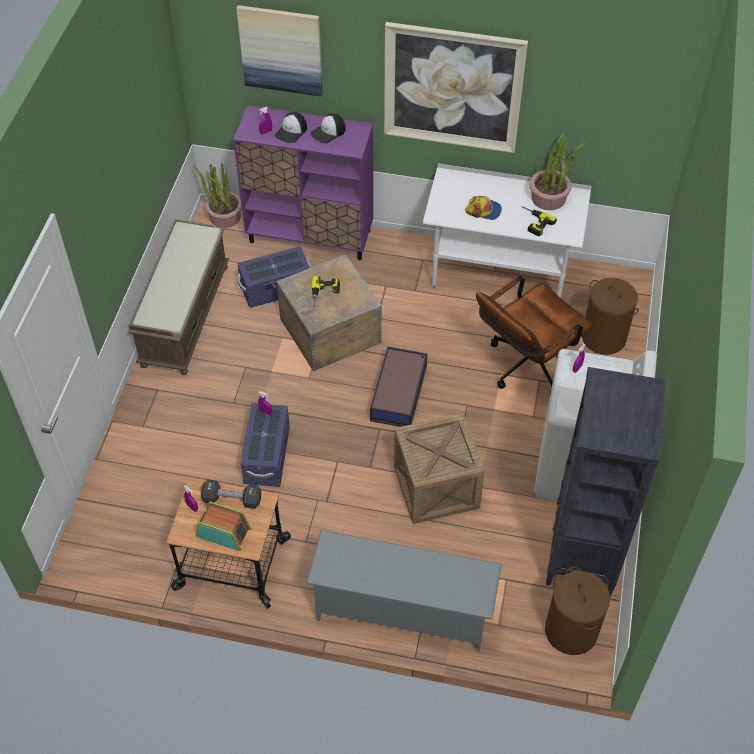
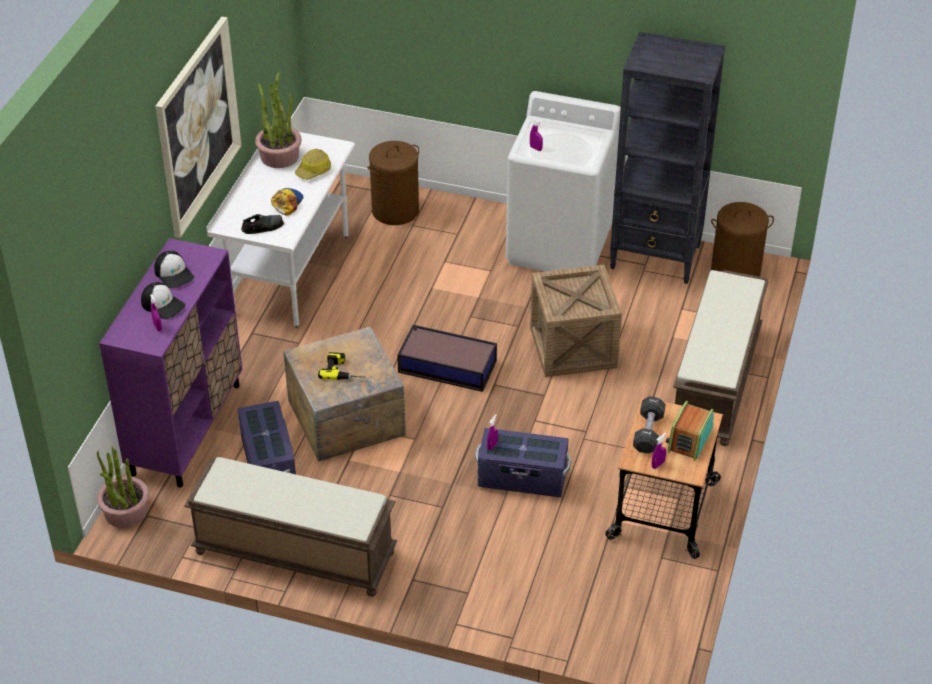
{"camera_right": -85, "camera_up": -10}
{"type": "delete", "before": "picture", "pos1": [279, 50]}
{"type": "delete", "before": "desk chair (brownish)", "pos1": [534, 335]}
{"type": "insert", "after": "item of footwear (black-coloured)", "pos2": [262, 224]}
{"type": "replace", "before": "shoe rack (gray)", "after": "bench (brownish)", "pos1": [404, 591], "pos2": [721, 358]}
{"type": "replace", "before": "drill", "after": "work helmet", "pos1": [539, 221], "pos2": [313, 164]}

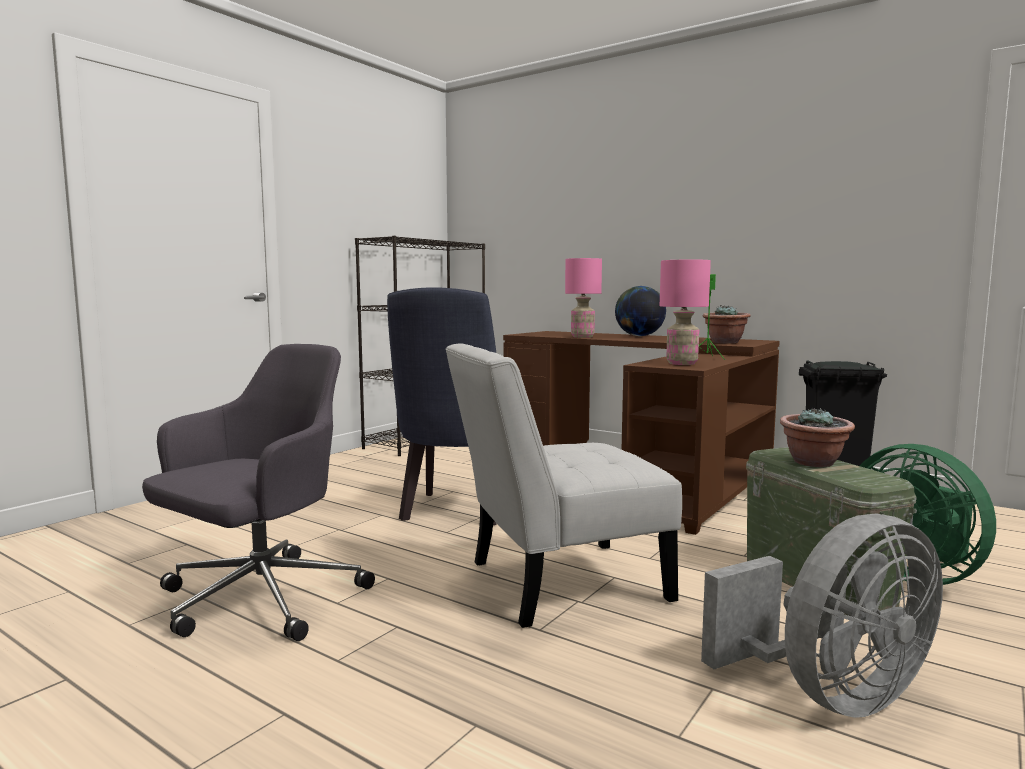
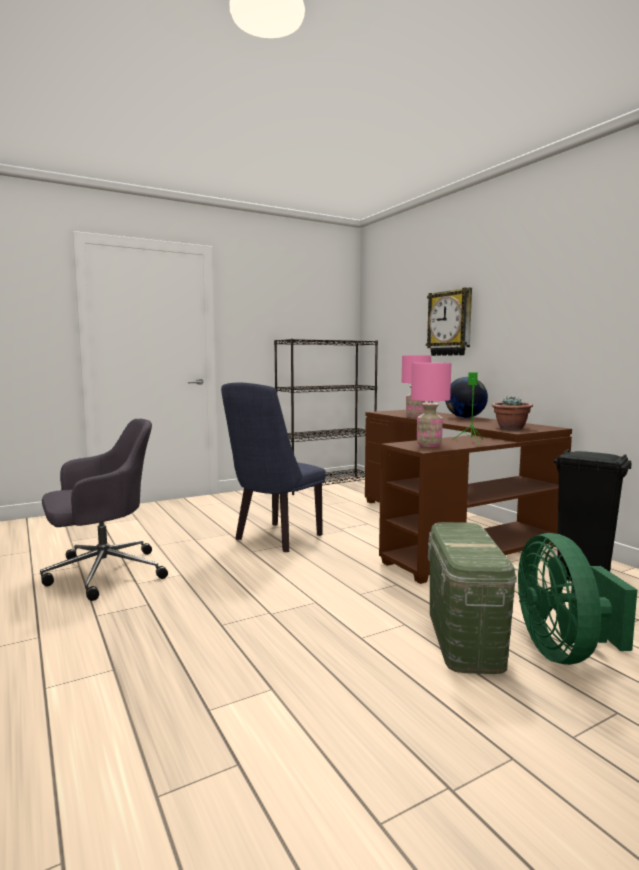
{"camera_right": 25, "camera_up": 0}
{"type": "delete", "before": "chair (white-coloured)", "pos1": [563, 485]}
{"type": "delete", "before": "electric fan (gray)", "pos1": [822, 616]}
{"type": "delete", "before": "plant in a pot", "pos1": [817, 437]}
{"type": "insert", "after": "wall clock", "pos2": [449, 321]}

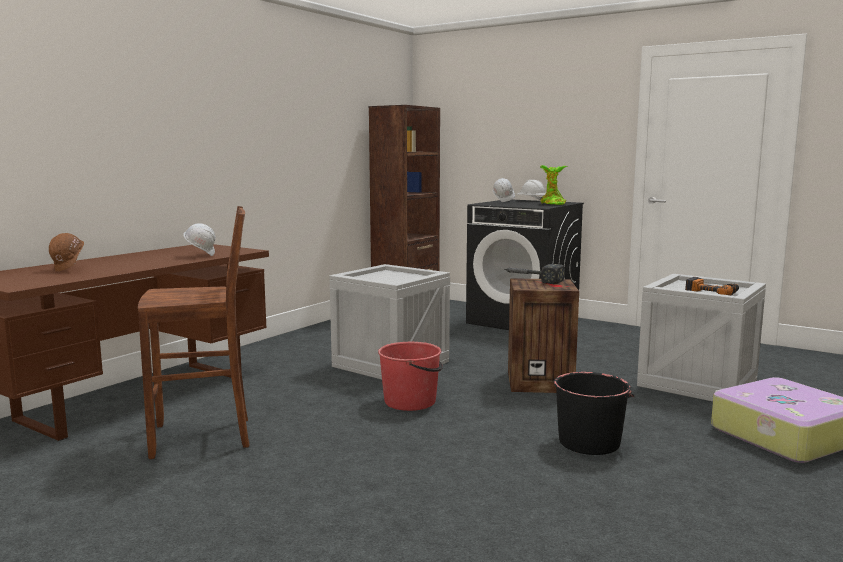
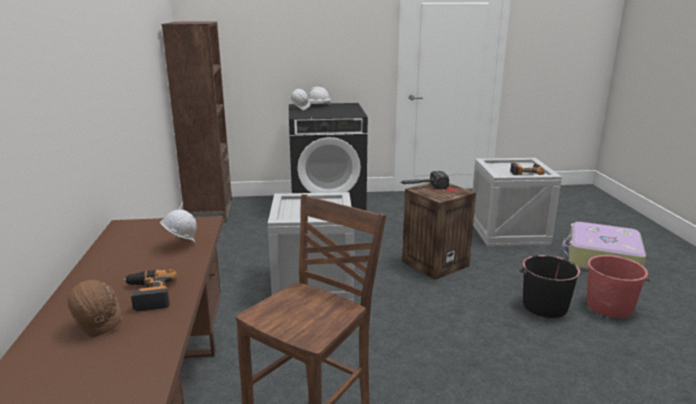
{"camera_right": -40, "camera_up": 10}
{"type": "delete", "before": "plant in a pot", "pos1": [553, 185]}
{"type": "insert", "after": "drill", "pos2": [150, 290]}
{"type": "move", "before": "bucket (reddish)", "pos1": [410, 376], "pos2": [618, 286]}

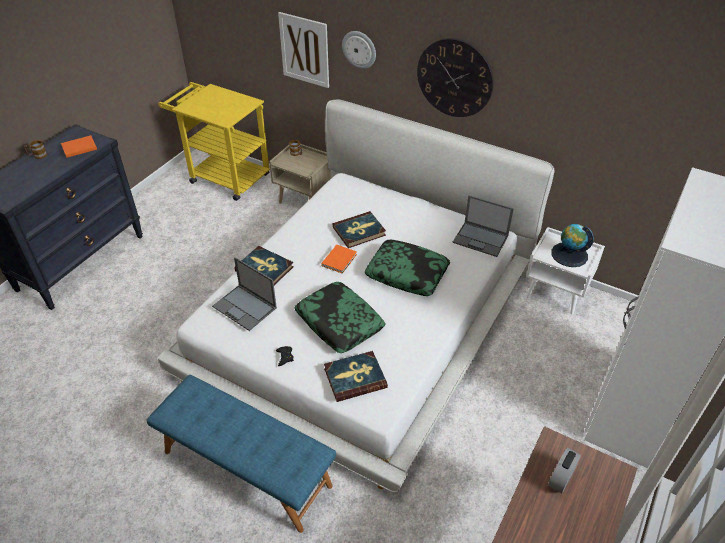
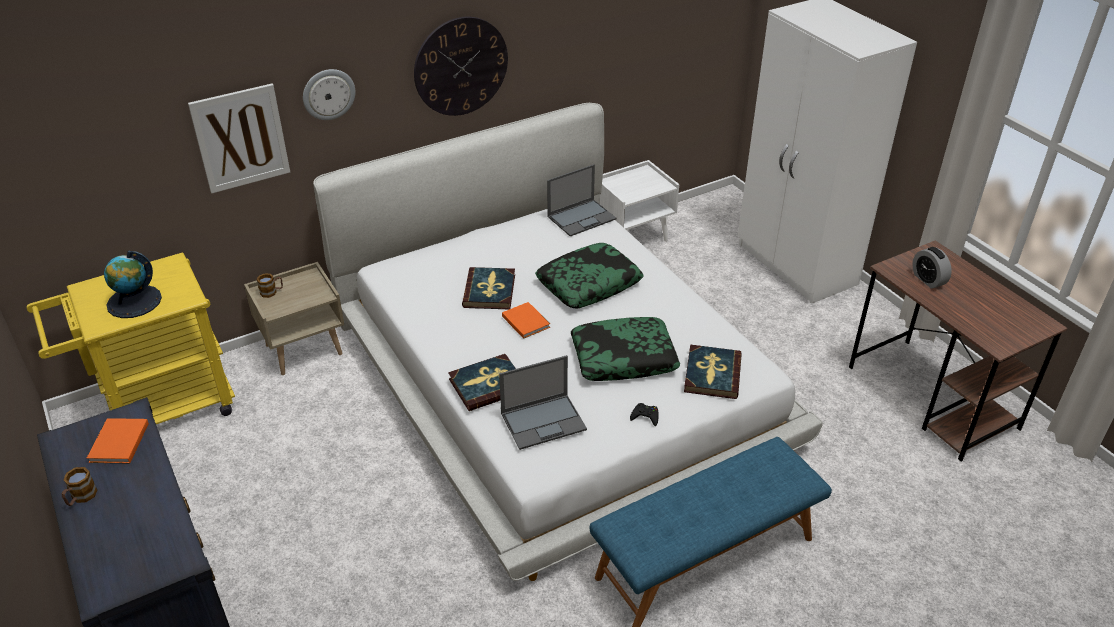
{"camera_right": -60, "camera_up": -5}
{"type": "move", "before": "desk globe", "pos1": [572, 245], "pos2": [133, 284]}

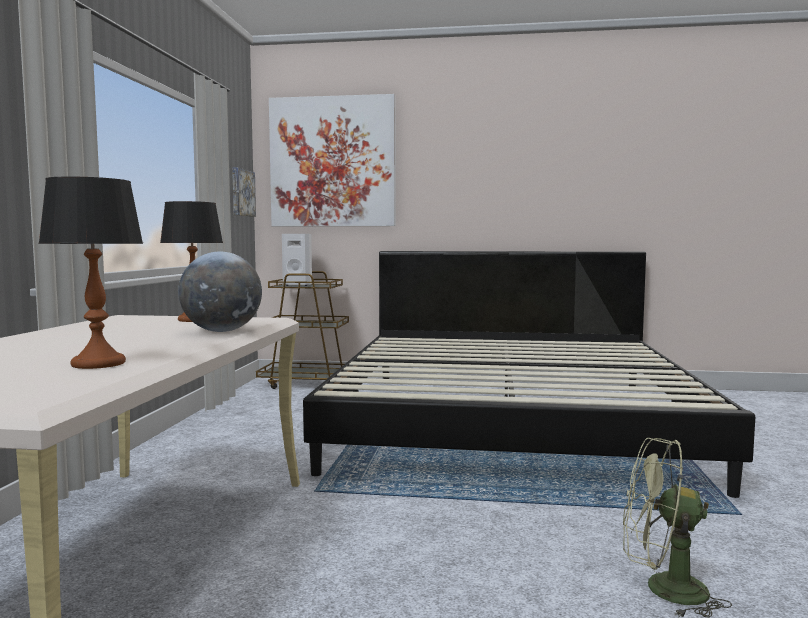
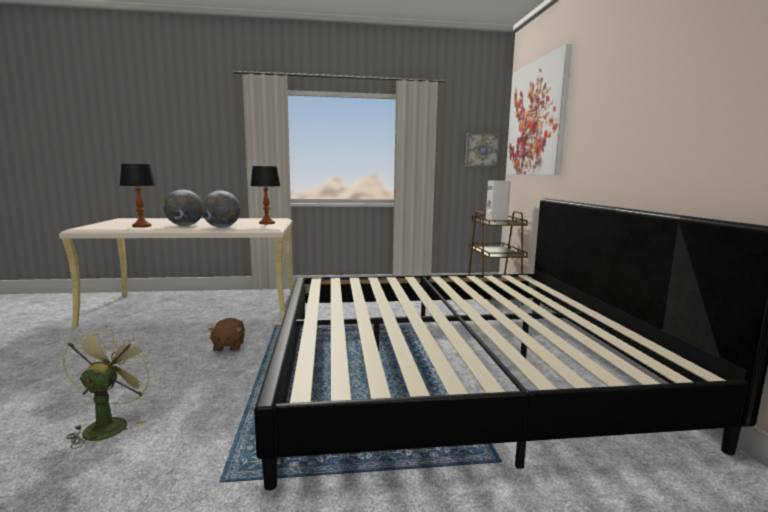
{"camera_right": 75, "camera_up": 5}
{"type": "insert", "after": "desk globe", "pos2": [183, 208]}
{"type": "insert", "after": "cuddly toy (brownish)", "pos2": [226, 335]}

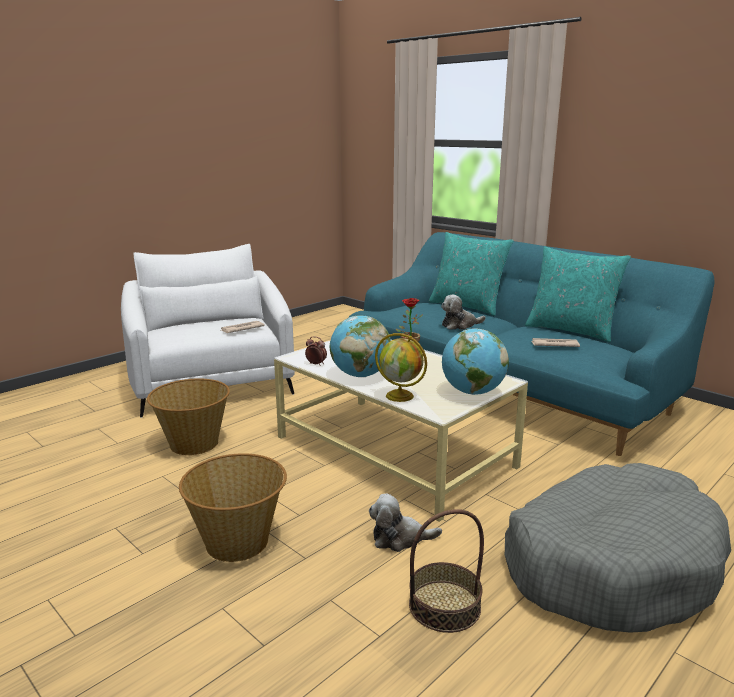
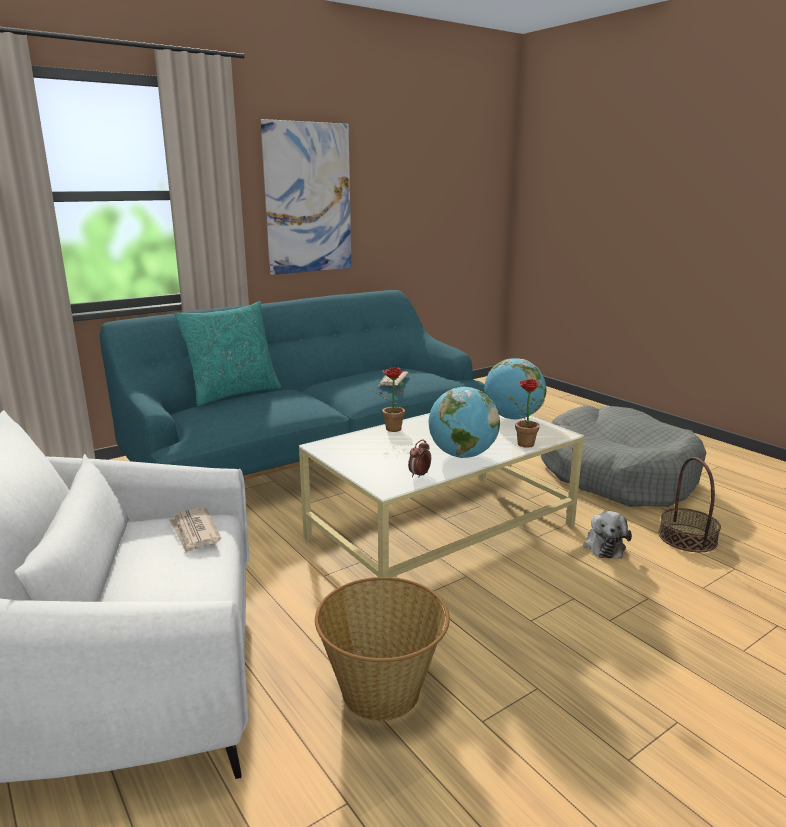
{"camera_right": -80, "camera_up": 0}
{"type": "delete", "before": "basket", "pos1": [233, 507]}
{"type": "delete", "before": "cuddly toy", "pos1": [463, 312]}
{"type": "delete", "before": "cushion (blue-green)", "pos1": [578, 294]}
{"type": "insert", "after": "picture", "pos2": [306, 197]}
{"type": "replace", "before": "desk globe", "after": "plant in a pot", "pos1": [401, 367], "pos2": [526, 413]}

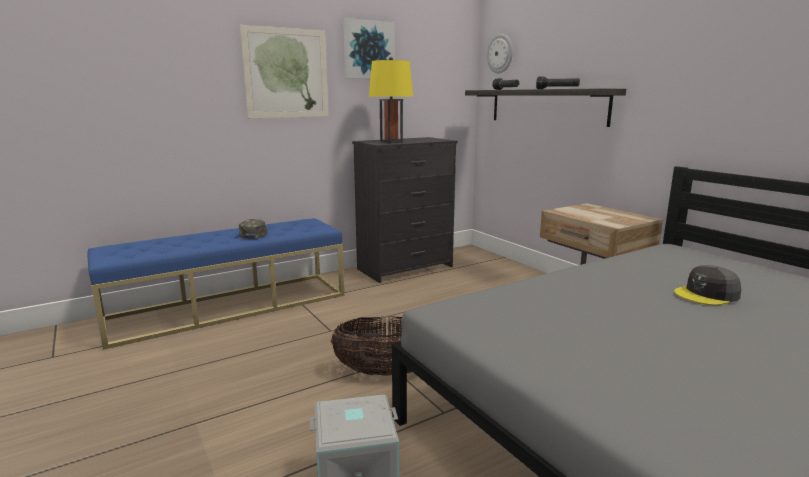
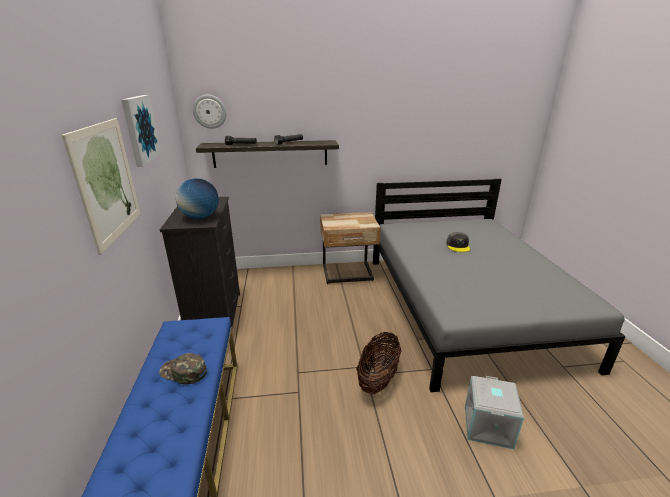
{"camera_right": -65, "camera_up": 10}
{"type": "replace", "before": "table lamp (yellowish)", "after": "desk globe", "pos1": [391, 100], "pos2": [197, 198]}

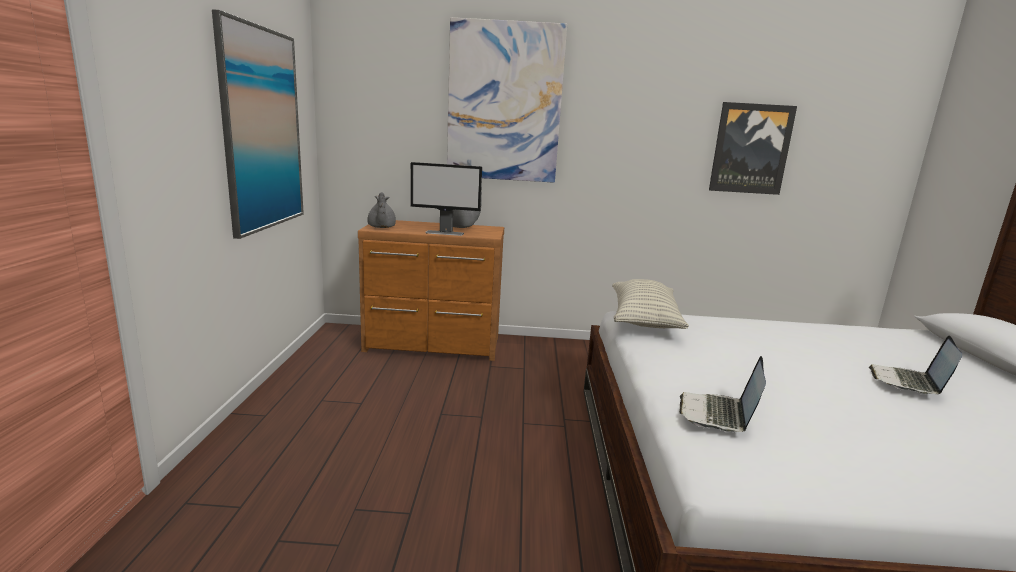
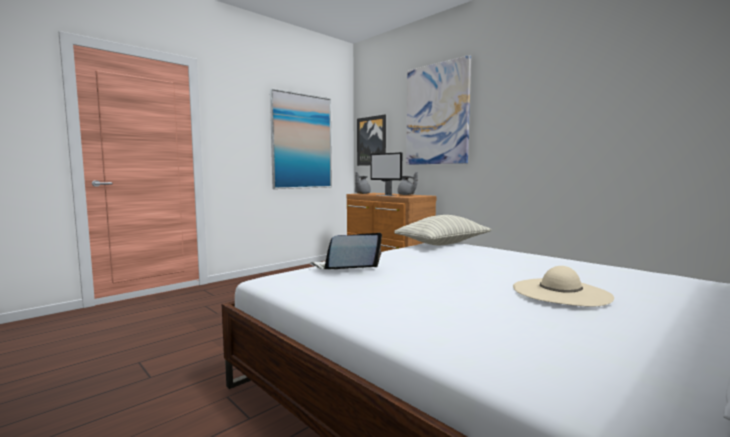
{"camera_right": 45, "camera_up": -10}
{"type": "move", "before": "picture", "pos1": [753, 148], "pos2": [371, 140]}
{"type": "replace", "before": "laptop", "after": "hat (beige)", "pos1": [915, 364], "pos2": [563, 286]}

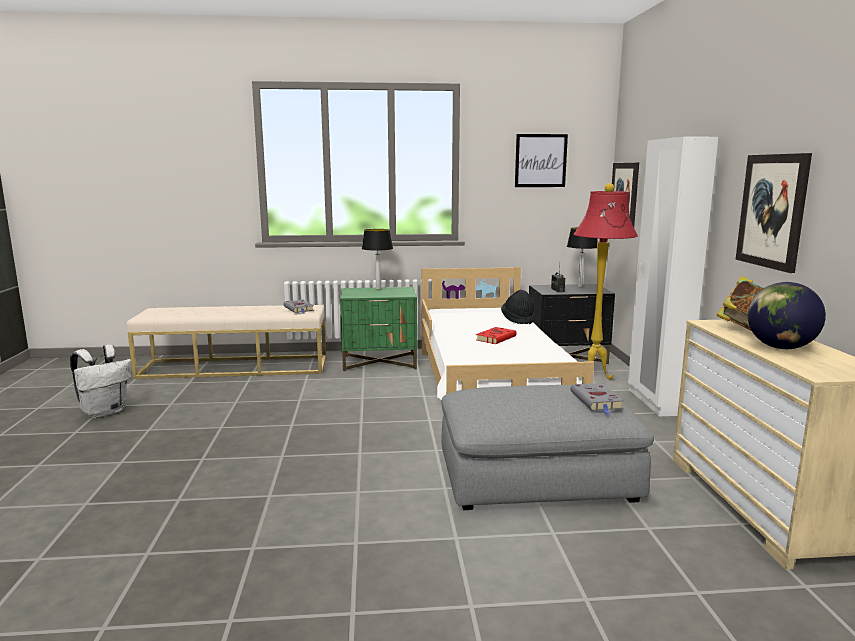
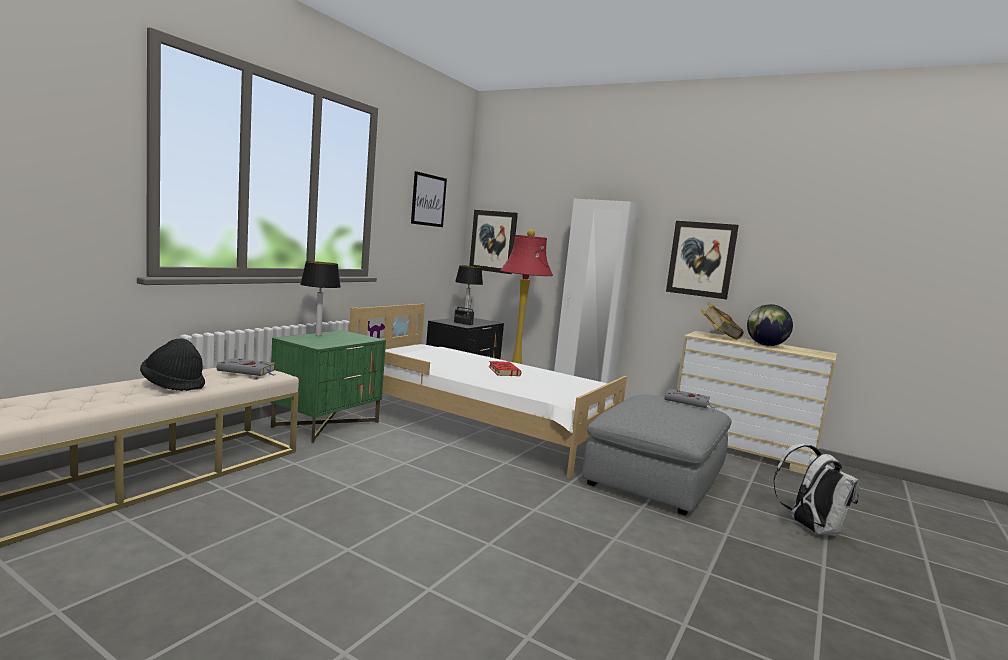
{"camera_right": -55, "camera_up": -5}
{"type": "move", "before": "rucksack (white-coloured)", "pos1": [101, 381], "pos2": [816, 490]}
{"type": "move", "before": "hat (black-coloured)", "pos1": [518, 307], "pos2": [172, 365]}

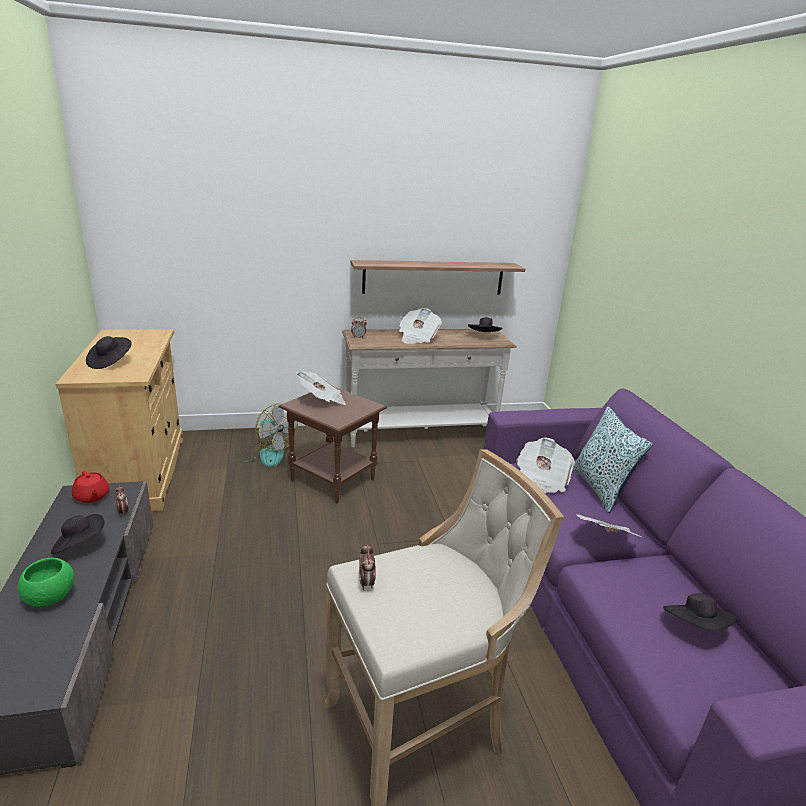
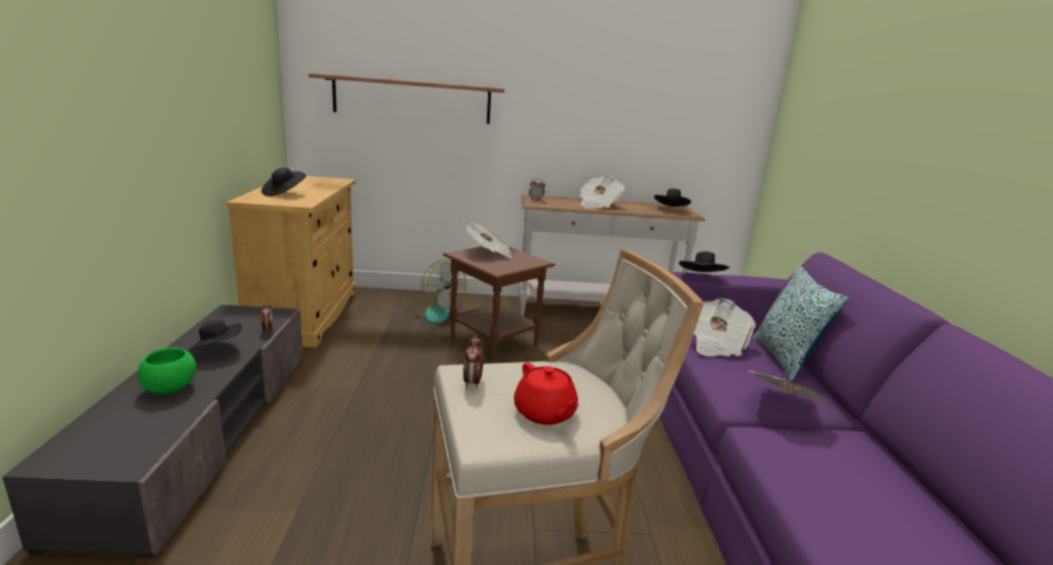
{"camera_right": 10, "camera_up": -5}
{"type": "move", "before": "teapot (reddish)", "pos1": [90, 487], "pos2": [546, 393]}
{"type": "move", "before": "wall shelf", "pos1": [437, 277], "pos2": [407, 98]}
{"type": "move", "before": "hat (black-coloured)", "pos1": [700, 612], "pos2": [704, 261]}

